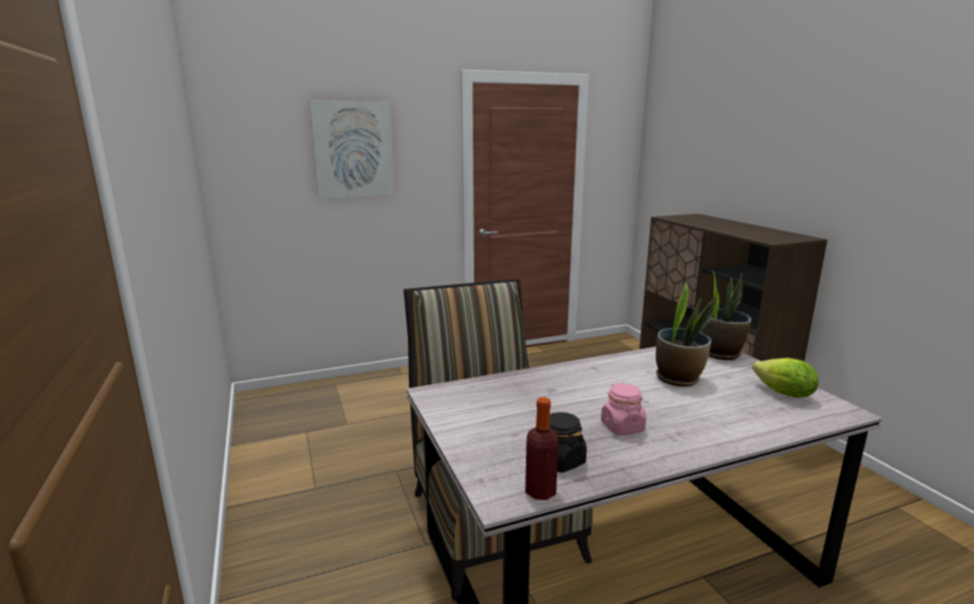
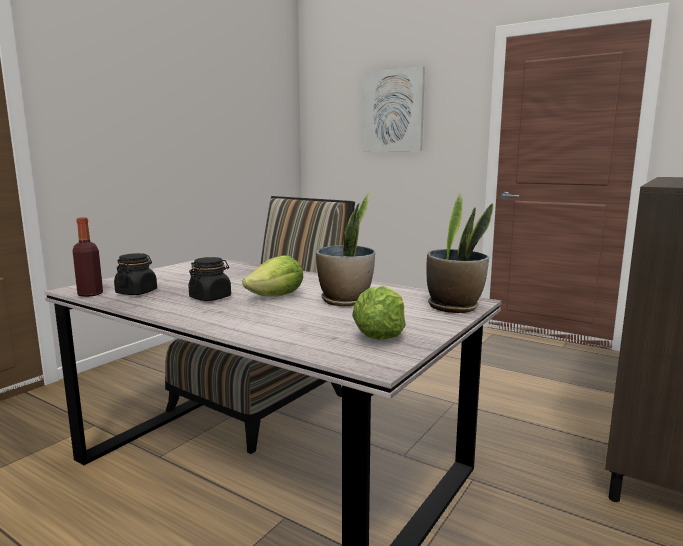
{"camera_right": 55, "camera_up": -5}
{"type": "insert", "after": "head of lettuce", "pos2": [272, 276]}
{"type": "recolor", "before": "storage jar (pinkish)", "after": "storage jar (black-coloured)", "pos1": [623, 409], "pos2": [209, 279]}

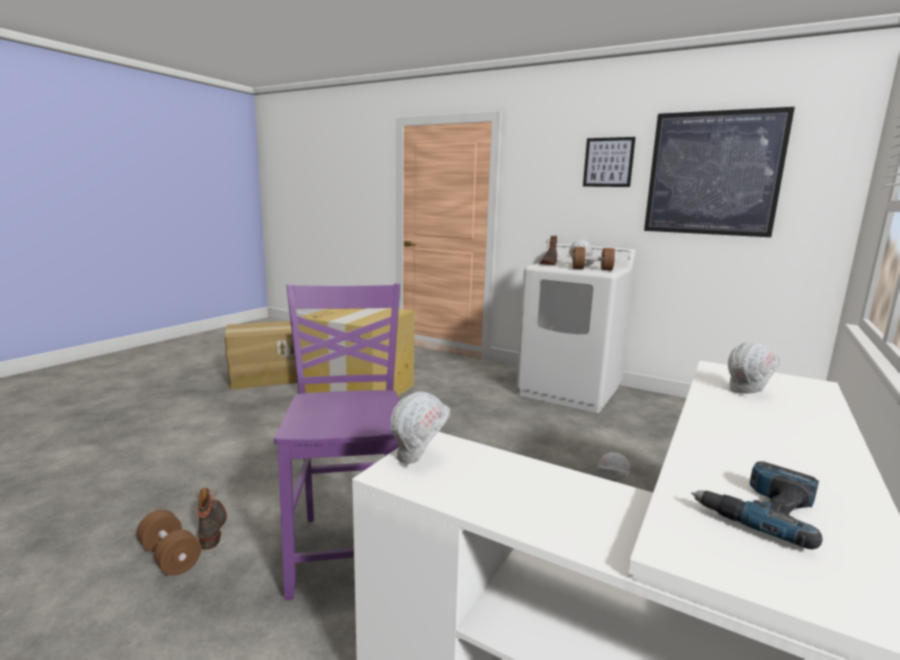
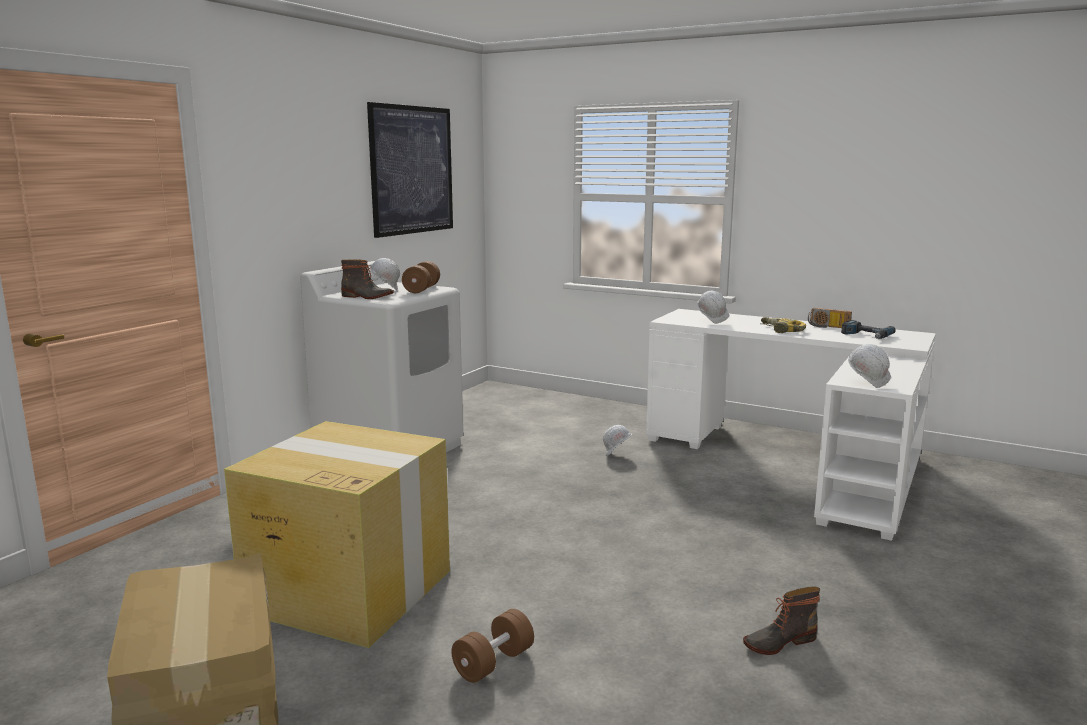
{"camera_right": -90, "camera_up": 0}
{"type": "delete", "before": "chair (purple-coloured)", "pos1": [337, 442]}
{"type": "delete", "before": "picture", "pos1": [609, 162]}
{"type": "insert", "after": "drill", "pos2": [783, 325]}
{"type": "insert", "after": "radio", "pos2": [830, 318]}
{"type": "move", "before": "free weight (brownish)", "pos1": [168, 542], "pos2": [492, 646]}

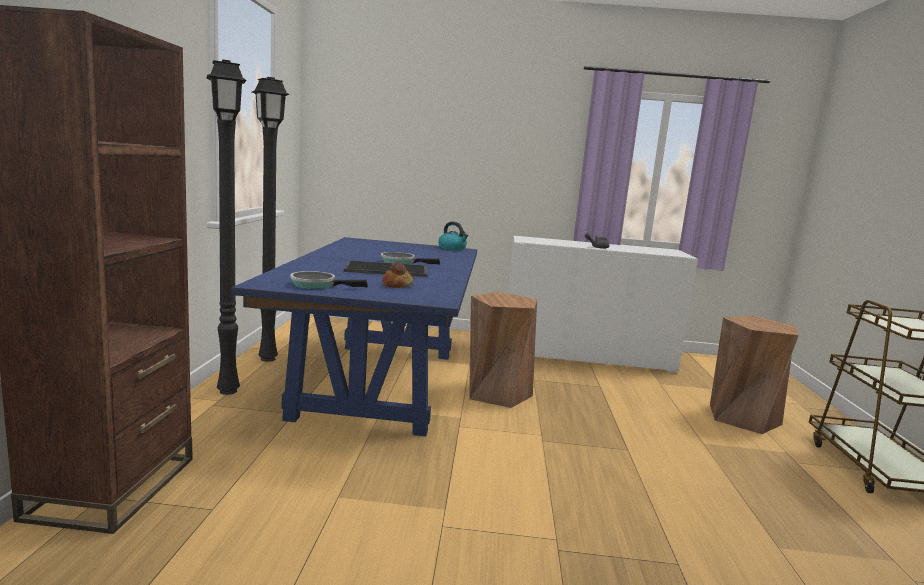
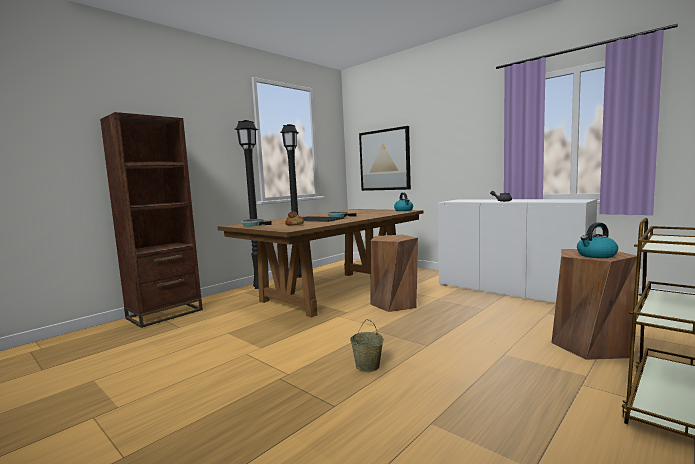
{"camera_right": 40, "camera_up": -5}
{"type": "insert", "after": "bucket (beige)", "pos2": [367, 345]}
{"type": "insert", "after": "picture", "pos2": [385, 158]}
{"type": "insert", "after": "water kettle", "pos2": [597, 240]}
{"type": "recolor", "before": "kitchen table (blue-coloured)", "after": "kitchen table (brownish)", "pos1": [354, 336], "pos2": [321, 263]}

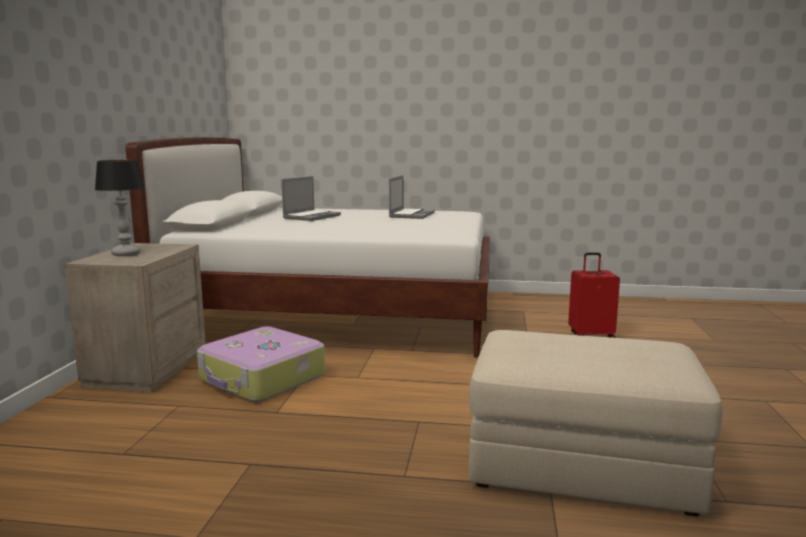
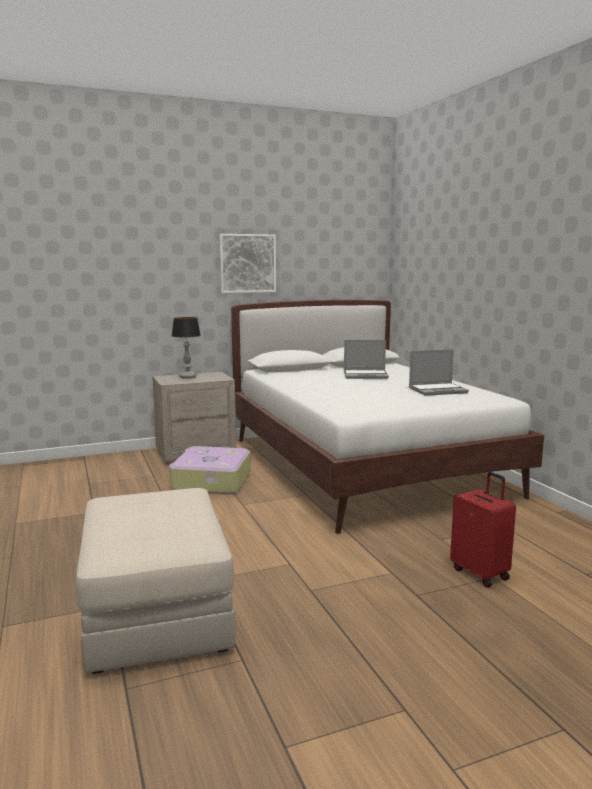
{"camera_right": 60, "camera_up": 0}
{"type": "insert", "after": "picture", "pos2": [247, 263]}

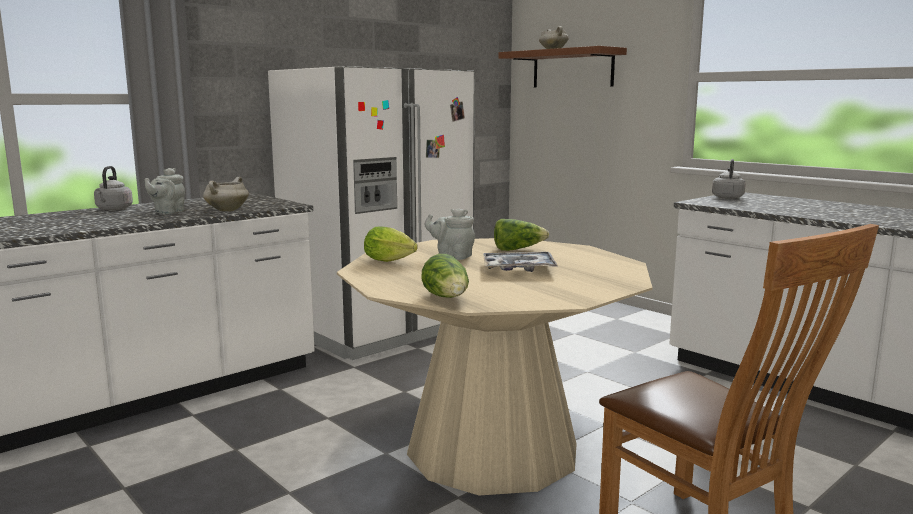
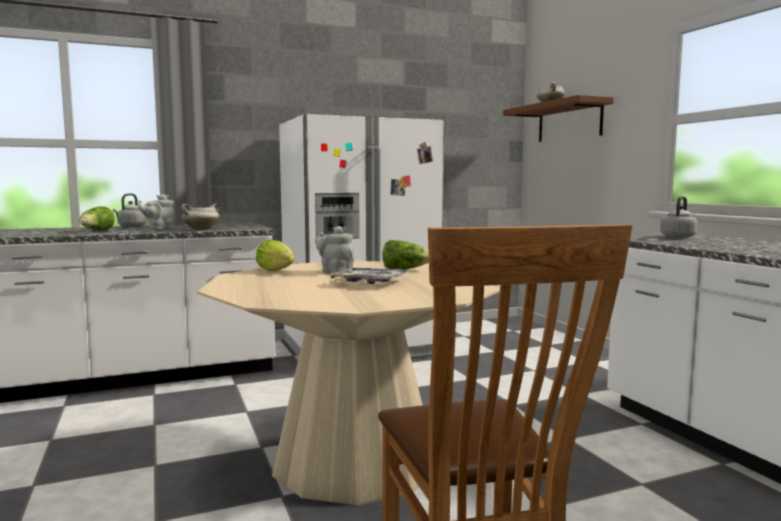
{"camera_right": 20, "camera_up": -5}
{"type": "move", "before": "head of lettuce", "pos1": [445, 276], "pos2": [97, 218]}

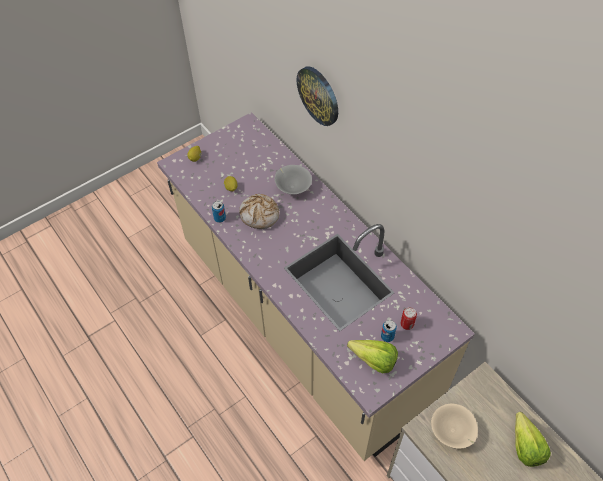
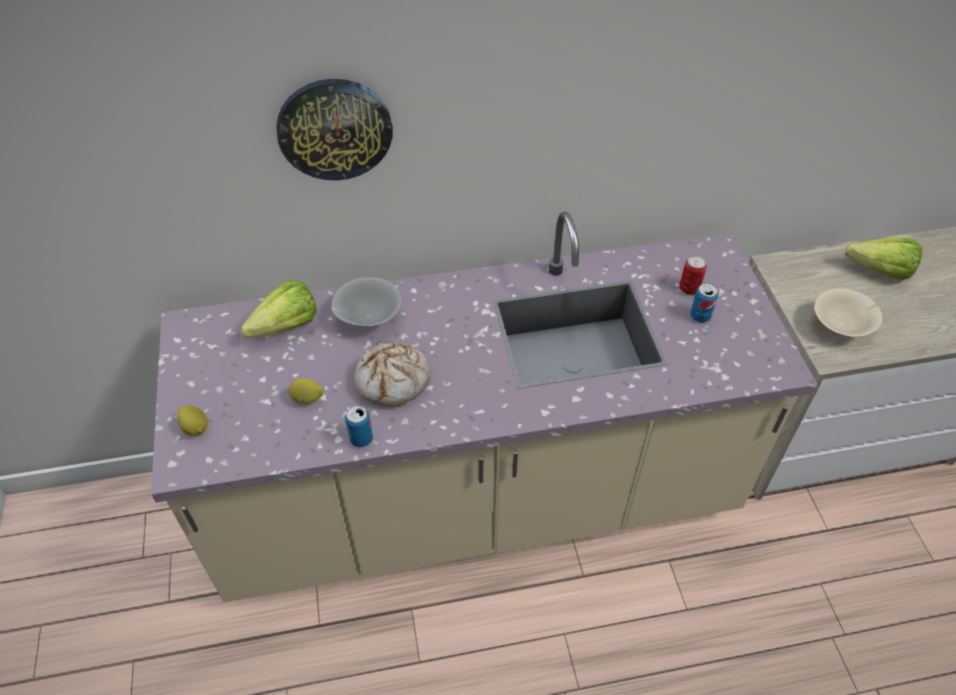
{"camera_right": -65, "camera_up": -5}
{"type": "move", "before": "head of lettuce", "pos1": [372, 356], "pos2": [279, 309]}

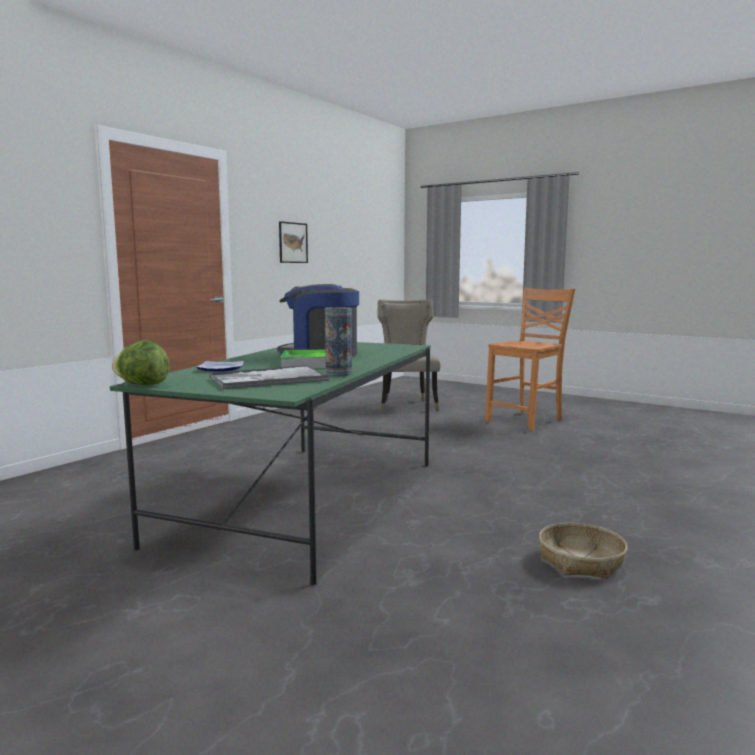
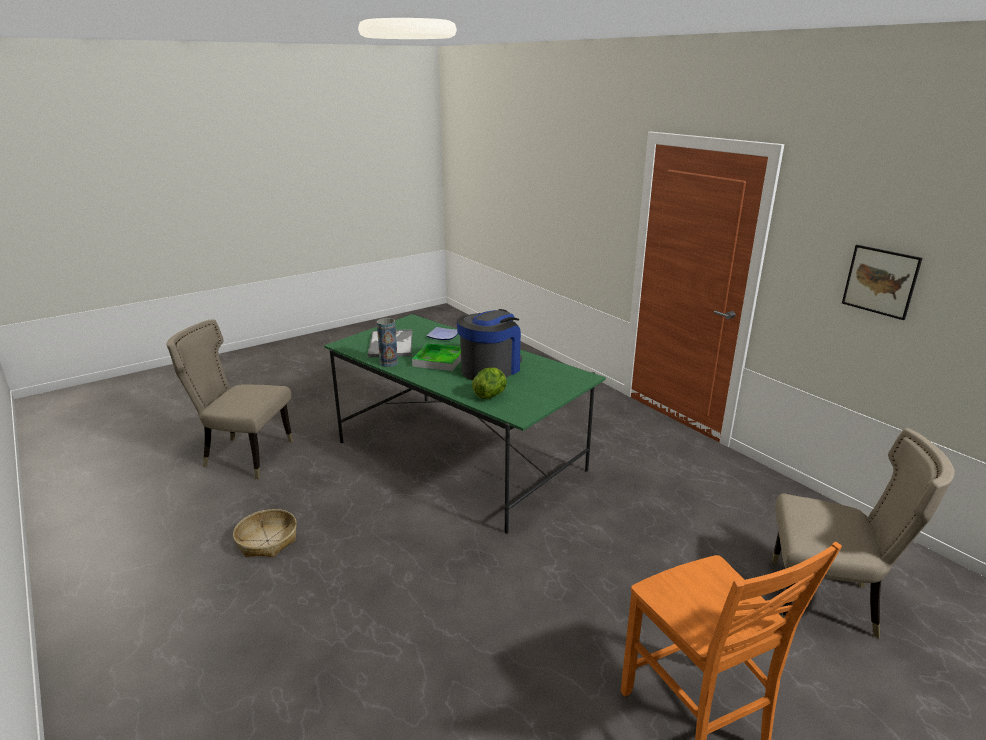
{"camera_right": 110, "camera_up": 15}
{"type": "insert", "after": "chair (beige)", "pos2": [230, 399]}
{"type": "move", "before": "head of lettuce", "pos1": [141, 362], "pos2": [489, 383]}

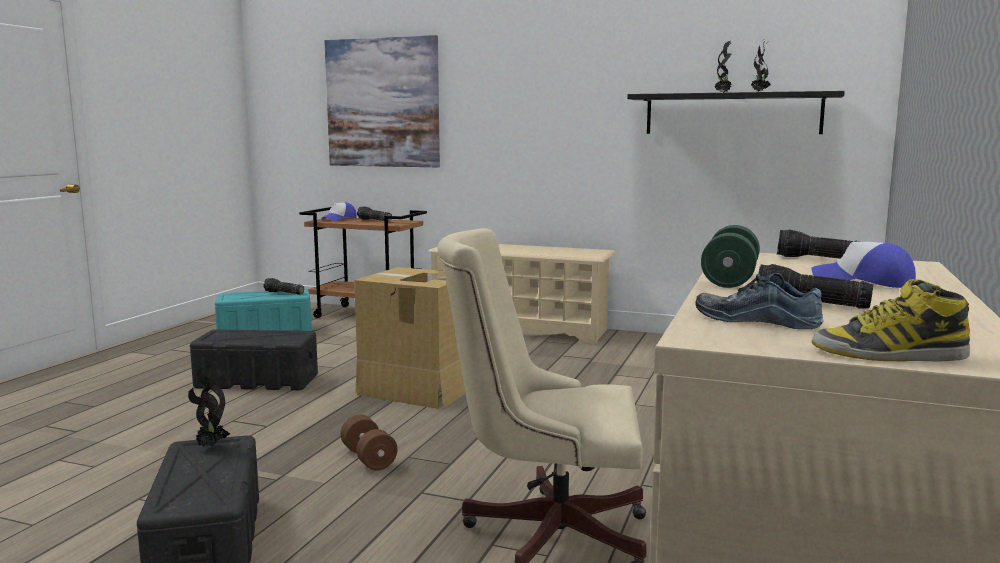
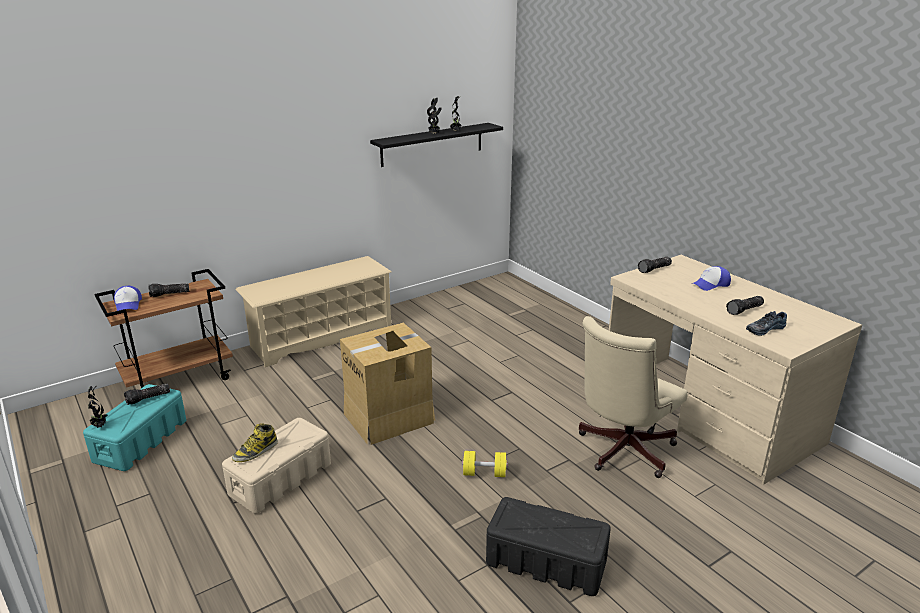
{"camera_right": -55, "camera_up": 15}
{"type": "delete", "before": "picture", "pos1": [382, 101]}
{"type": "delete", "before": "free weight (greenish)", "pos1": [730, 256]}
{"type": "move", "before": "plant in a pot", "pos1": [209, 406], "pos2": [98, 406]}
{"type": "move", "before": "tall boot", "pos1": [891, 320], "pos2": [255, 442]}
{"type": "recolor", "before": "storage container (black-coloured)", "after": "storage container (beige)", "pos1": [254, 359], "pos2": [276, 466]}
{"type": "recolor", "before": "free weight (brownish)", "after": "free weight (yellowish)", "pos1": [369, 442], "pos2": [485, 464]}

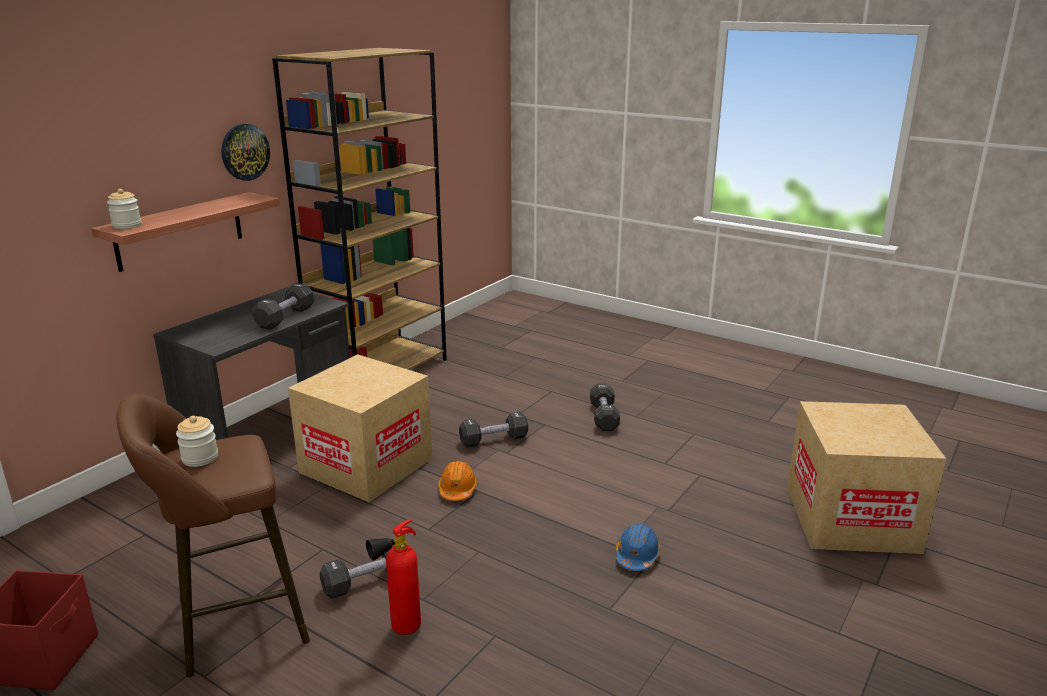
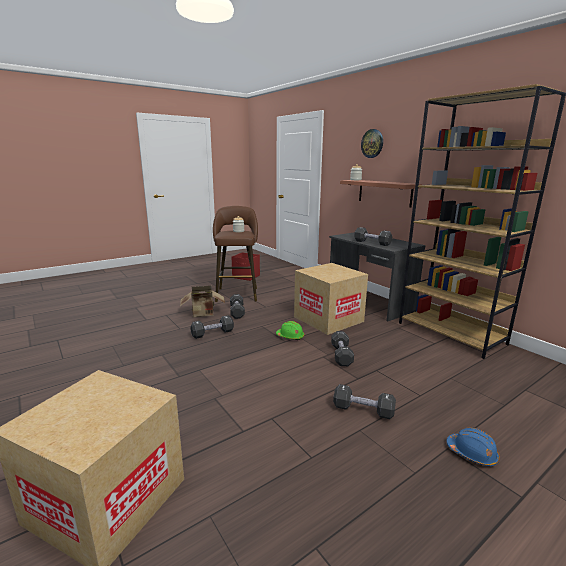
{"camera_right": 110, "camera_up": -5}
{"type": "insert", "after": "free weight (black-coloured)", "pos2": [212, 327]}
{"type": "move", "before": "wall clock", "pos1": [245, 152], "pos2": [372, 143]}
{"type": "move", "before": "work helmet (blue-coloured)", "pos1": [638, 547], "pos2": [473, 447]}
{"type": "replace", "before": "fire extinguisher", "after": "packing box", "pos1": [393, 577], "pos2": [202, 301]}
{"type": "recolor", "before": "work helmet (orange-coloured)", "after": "work helmet (greenish)", "pos1": [457, 480], "pos2": [290, 330]}

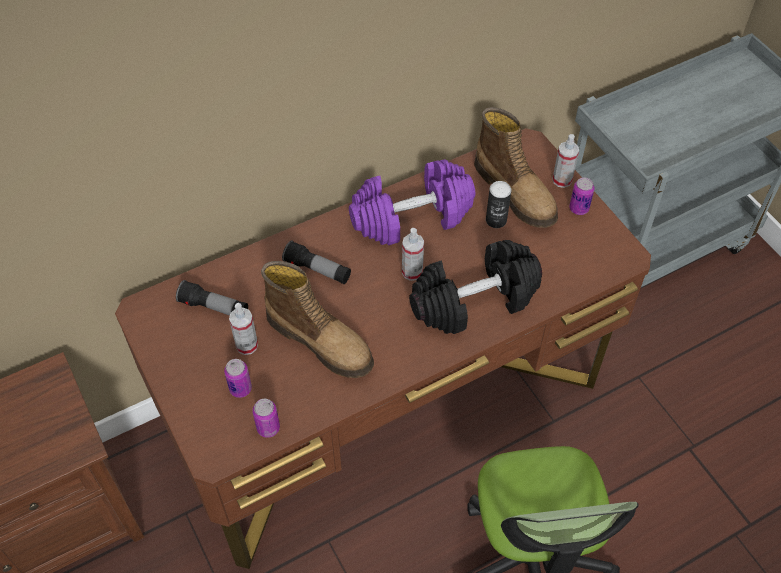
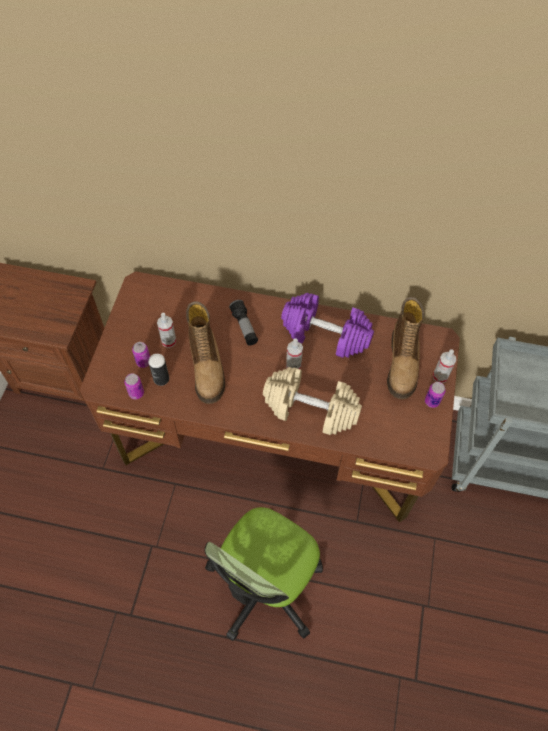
{"camera_right": 40, "camera_up": 5}
{"type": "delete", "before": "flashlight", "pos1": [212, 298]}
{"type": "move", "before": "metal can", "pos1": [498, 204], "pos2": [158, 370]}
{"type": "recolor", "before": "free weight (black-coloured)", "after": "free weight (beige)", "pos1": [475, 287], "pos2": [312, 401]}

